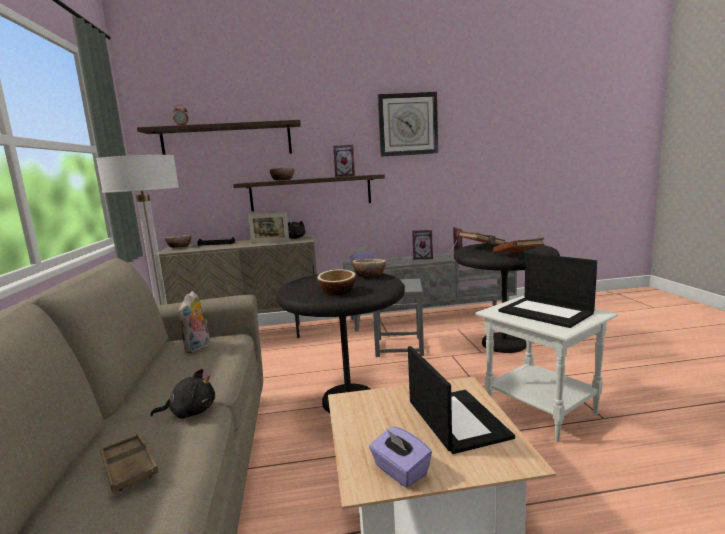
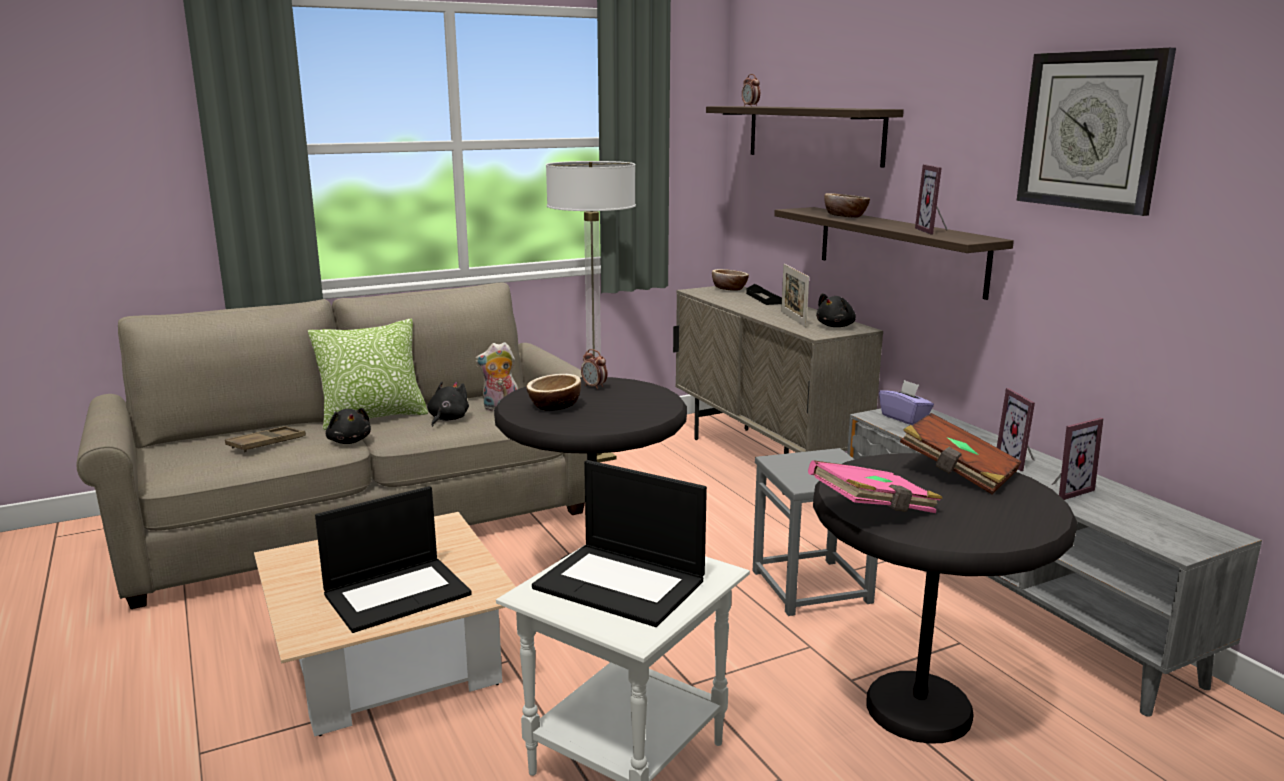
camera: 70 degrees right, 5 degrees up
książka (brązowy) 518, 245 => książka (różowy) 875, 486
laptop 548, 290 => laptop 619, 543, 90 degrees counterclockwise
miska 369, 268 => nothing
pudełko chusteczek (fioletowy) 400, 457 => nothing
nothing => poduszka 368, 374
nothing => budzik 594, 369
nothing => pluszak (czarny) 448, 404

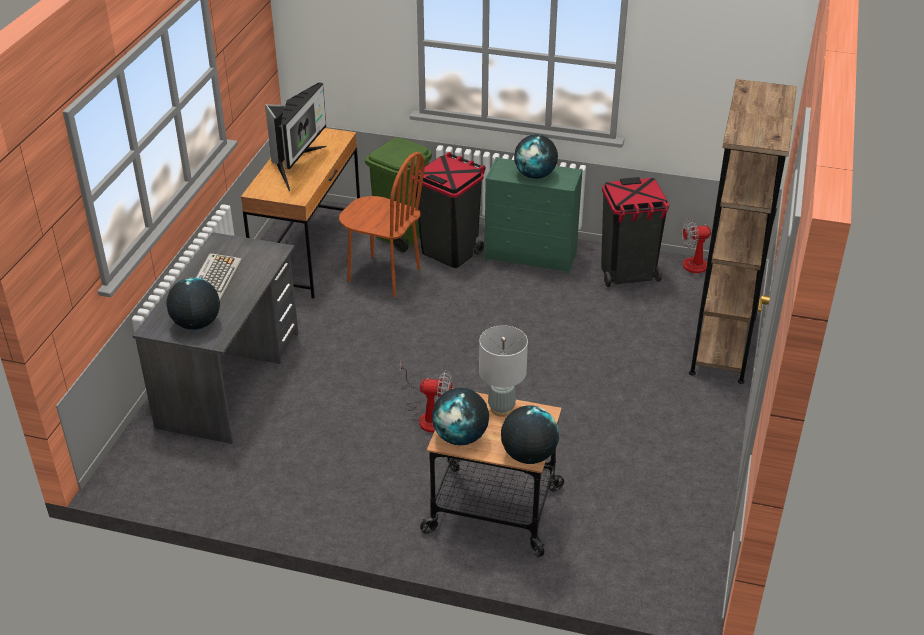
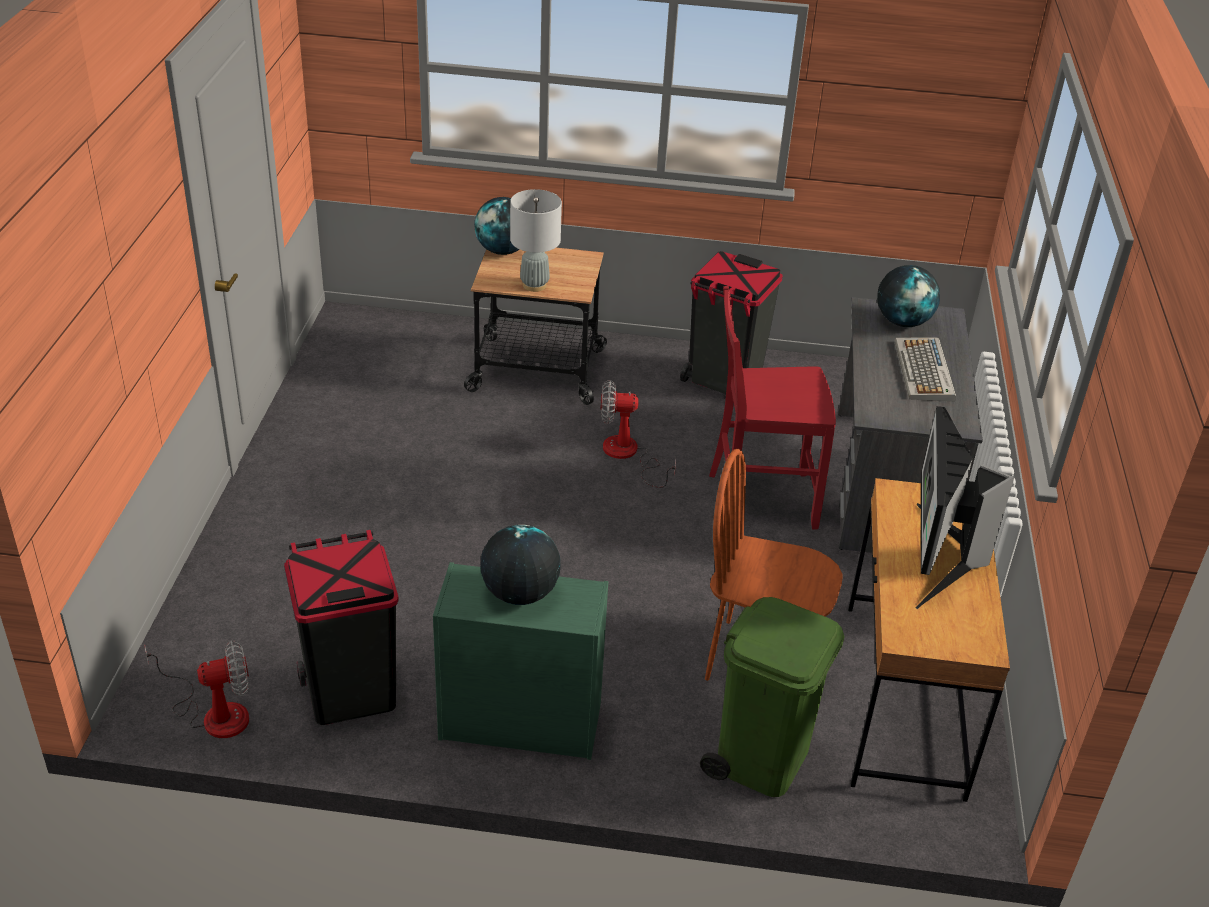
camera: 170 degrees right, 0 degrees up
regał (brązowy) 743, 231 => nothing
kosz na śmieci (czarny) 449, 210 => kosz na śmieci (czarny) 731, 322, shifted
globus 460, 416 => nothing
nothing => krzesło (czerwony) 772, 408

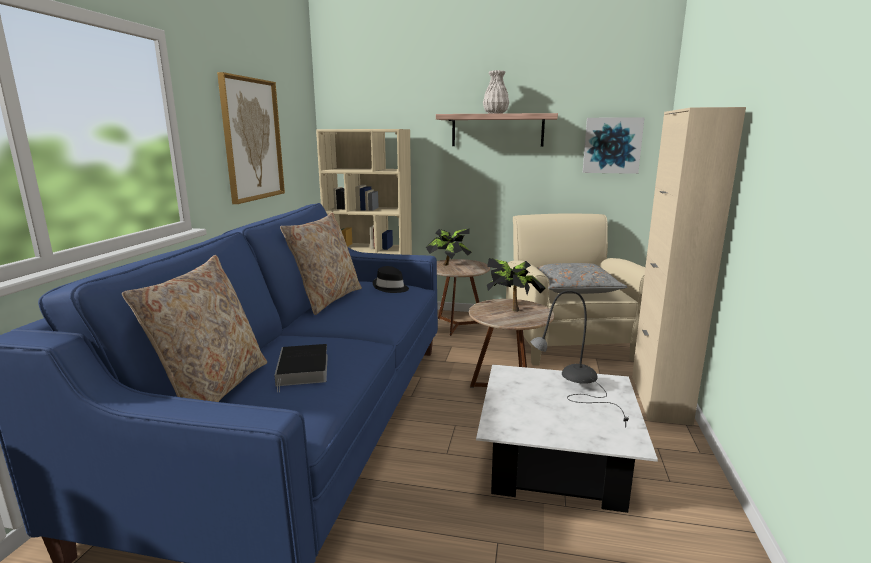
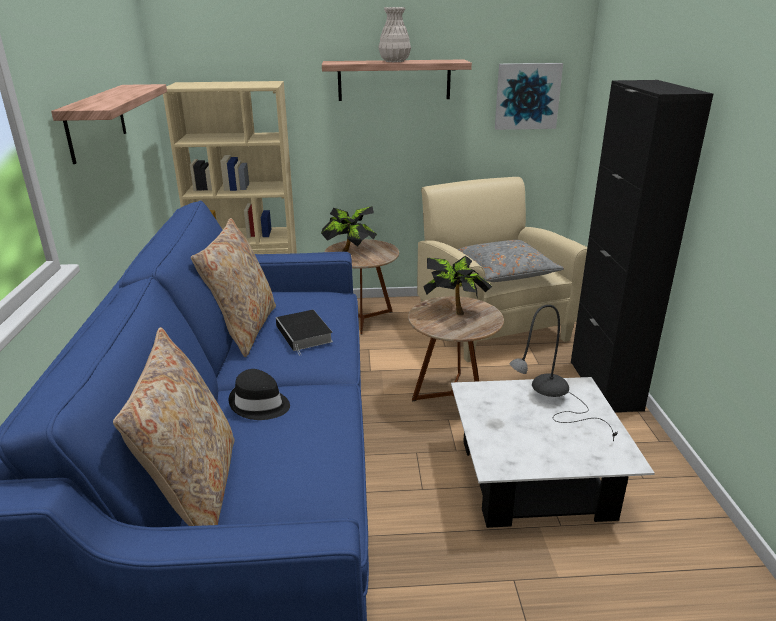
camera: 15 degrees left, 10 degrees up
obraz 251, 138 => półka 109, 124
szafka (beżowy) 689, 266 => szafka (czarny) 642, 246
kapelusz (czarny) 391, 279 => kapelusz (czarny) 259, 394, shifted
książka 301, 368 => książka 304, 332, shifted

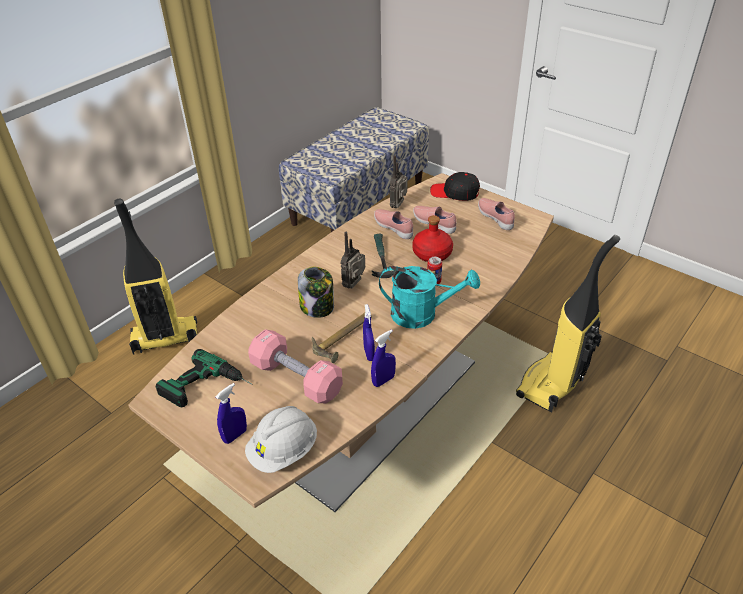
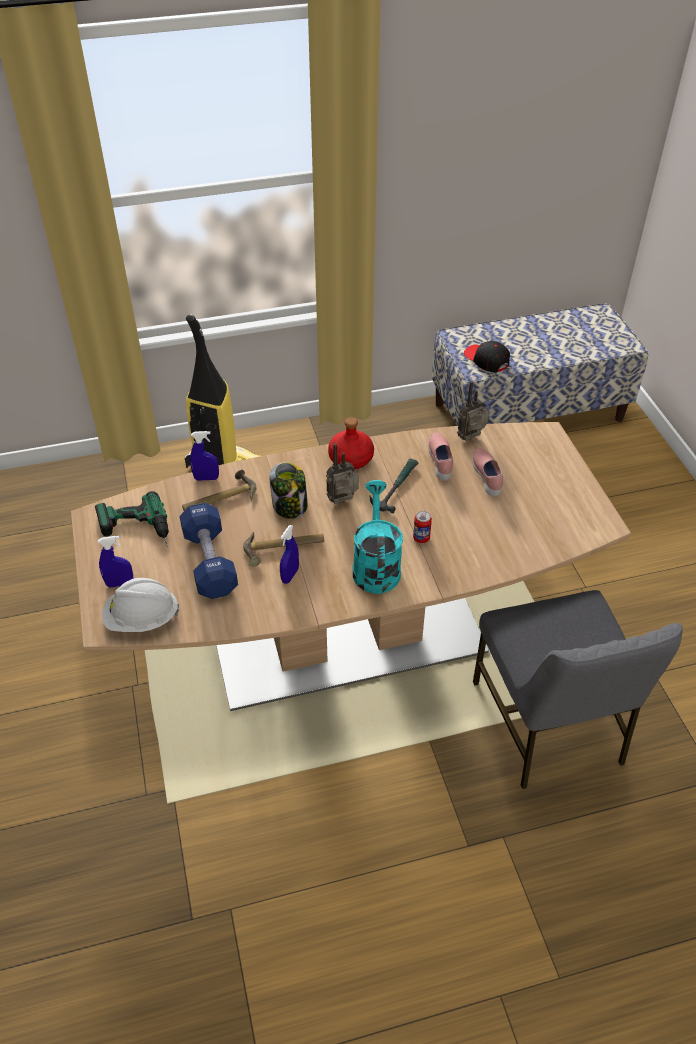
camera: 35 degrees right, 5 degrees up
czapka z daszkiem (czarny) 455, 186 => czapka z daszkiem (czarny) 487, 356, shifted
but (różowy) 496, 214 => nothing
butelka (czerwony) 432, 238 => butelka (czerwony) 351, 443, shifted
odkurzacz 568, 323 => krzesło (szary) 578, 689
konewka (turkusowy) 429, 297 => konewka (turkusowy) 378, 537, 135 degrees counterclockwise
hantel (różowy) 295, 366 => hantel (niebieski) 209, 551
spryskiwacz (niebieski) 383, 358 => spryskiwacz (niebieski) 204, 456, shifted
nothing => młotek 219, 490

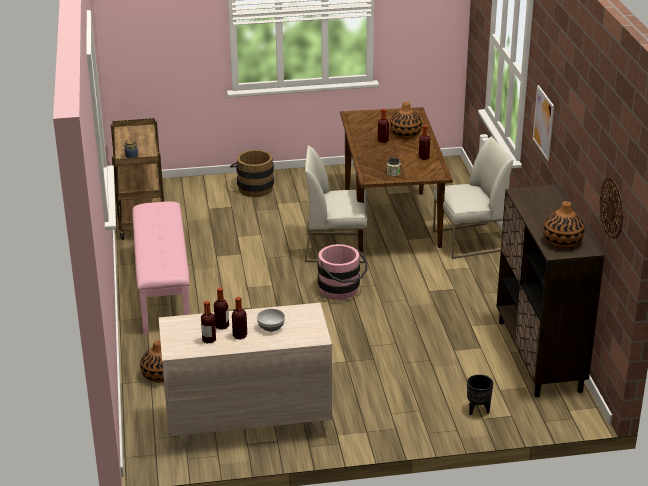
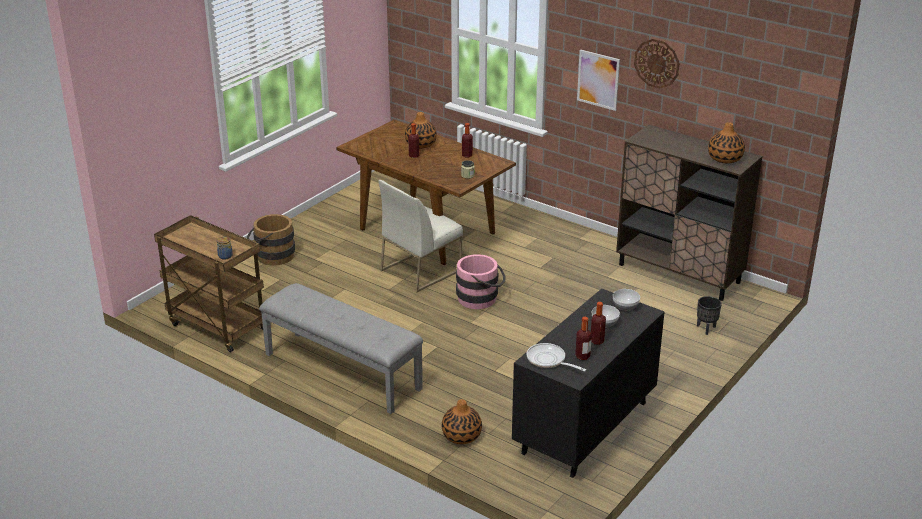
camera: 45 degrees left, 0 degrees up
krzesło (biały) 473, 197 => nothing
zegar ścienny 611, 208 => zegar ścienny 656, 63, shifted
ławka (różowy) 161, 267 => ławka (szary) 341, 348
butelka 221, 308 => nothing
komoda (beżowy) 245, 376 => komoda (czarny) 588, 383
nothing => miska 626, 300
nothing => patelnia 556, 357

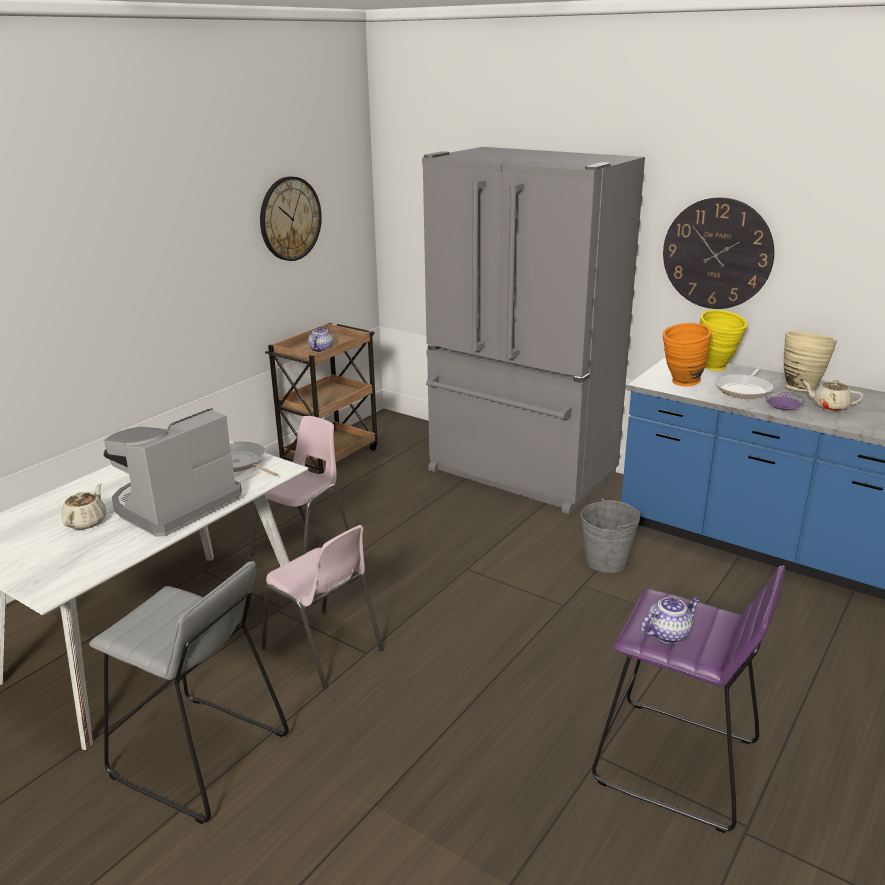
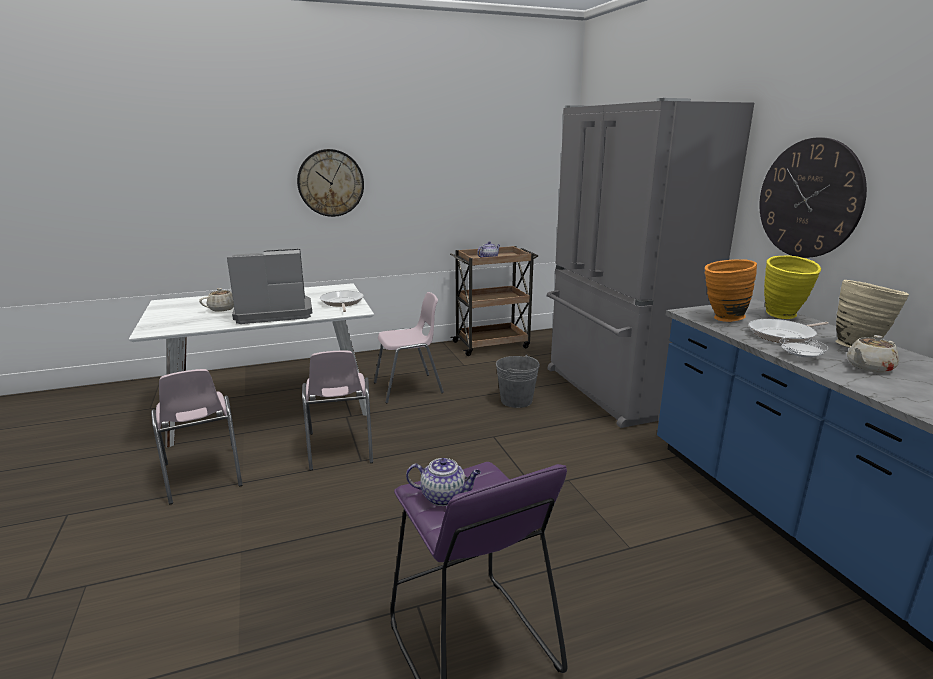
camera: 35 degrees right, 5 degrees down
zegar ścienny 291, 218 => zegar ścienny 330, 183, shifted
imbryk (beżowy) 833, 395 => imbryk (beżowy) 873, 354, 90 degrees counterclockwise
talerz (fioletowy) 785, 401 => talerz (biały) 804, 347
wiadro (szary) 610, 535 => wiadro (szary) 518, 381, shifted
stołek (szary) 189, 692 => krzesło (różowy) 196, 436

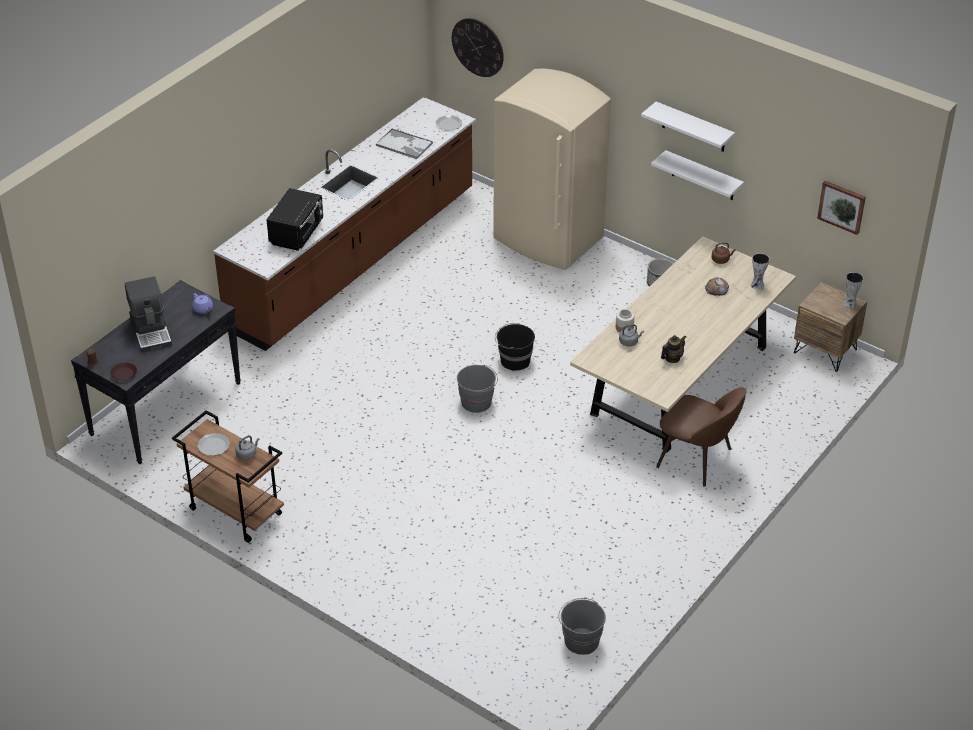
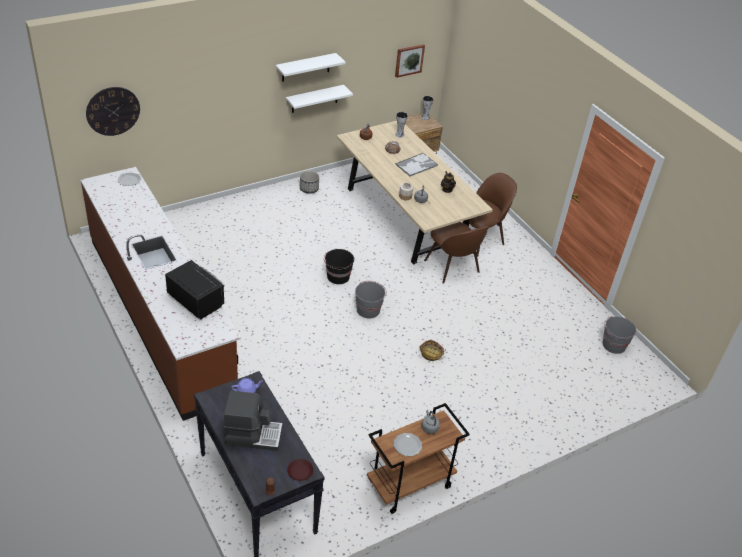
camera: 70 degrees left, 0 degrees up
lodówka (beżowy) 552, 169 => nothing
taca 404, 144 => taca 416, 164, shifted
nothing => krzesło (brązowy) 456, 253
nothing => koszyk 432, 350

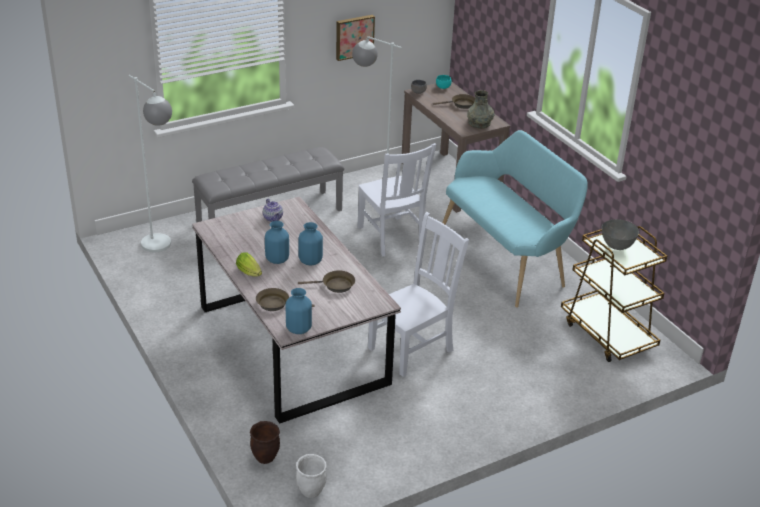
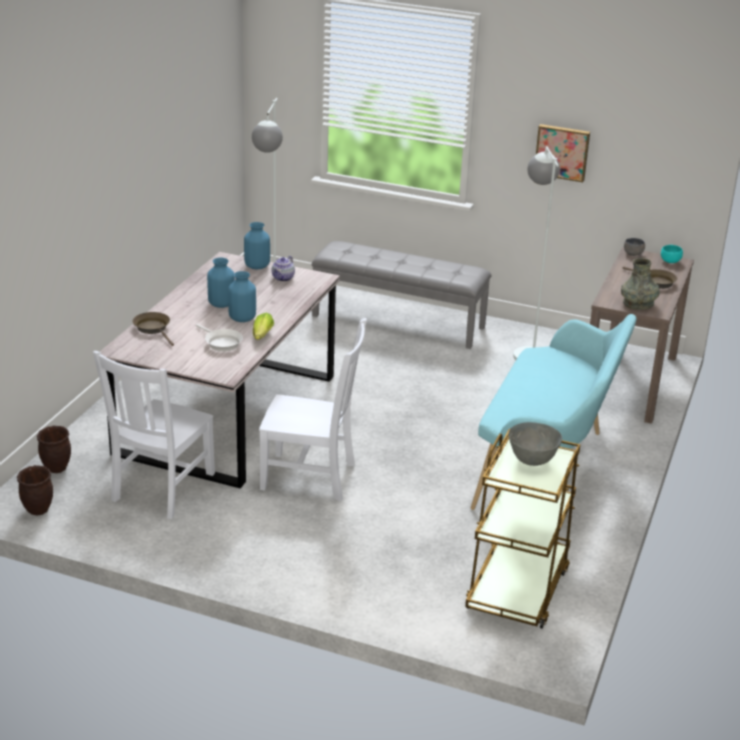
camera: 50 degrees right, 5 degrees down
krzesło (biały) 397, 200 => krzesło (biały) 154, 435, shifted
sałata 249, 264 => sałata 263, 326, shifted
patelnia (brązowy) 326, 281 => patelnia (biały) 219, 338
wazon (niebieski) 299, 311 => wazon (niebieski) 257, 245, shifted
donica (biały) 311, 476 => donica (brązowy) 35, 490

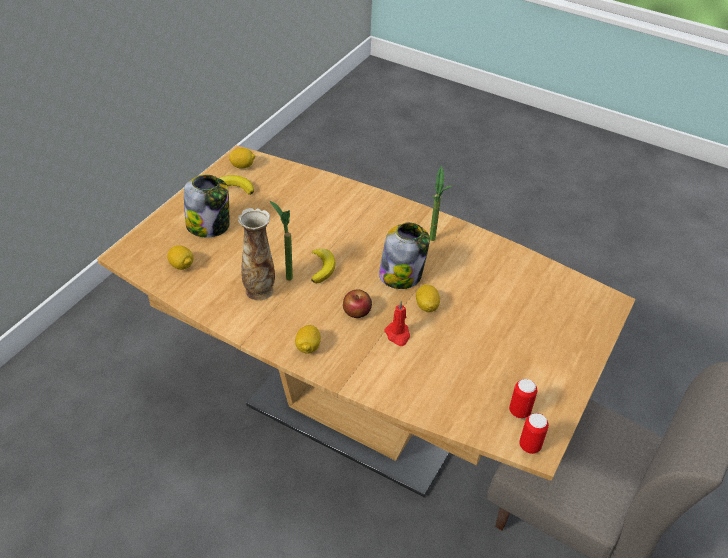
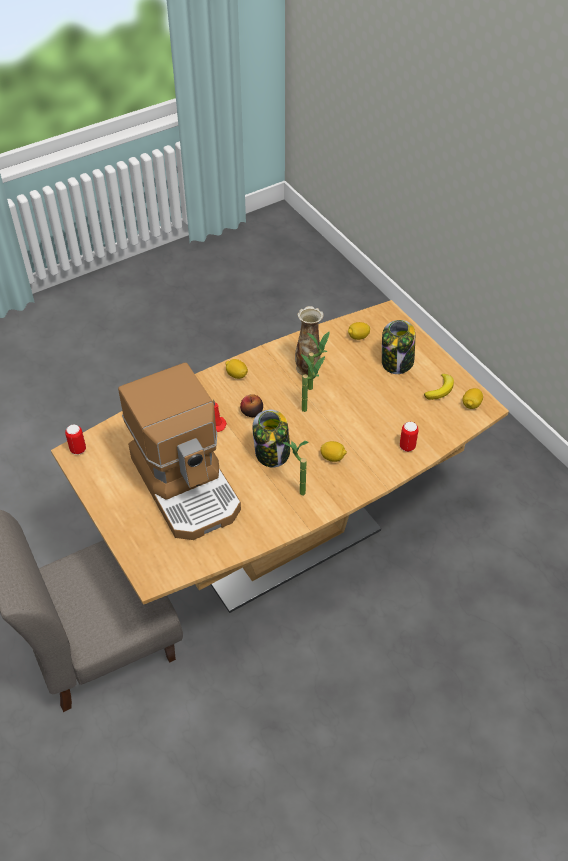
camera: 120 degrees right, 5 degrees up
banan 323, 266 => roślina doniczkowa 313, 383
cytryna 428, 298 => cytryna 334, 451, shifted
puszka 523, 399 => puszka 409, 437, shifted
nothing => ekspres do kawy 179, 451

